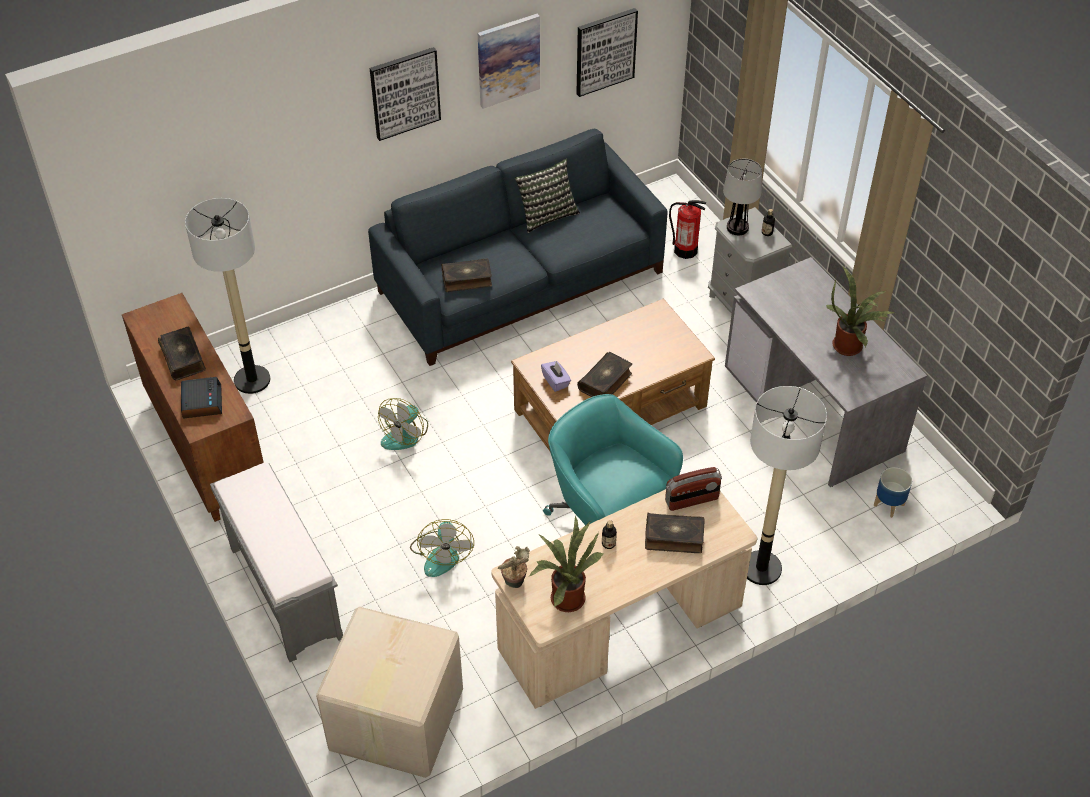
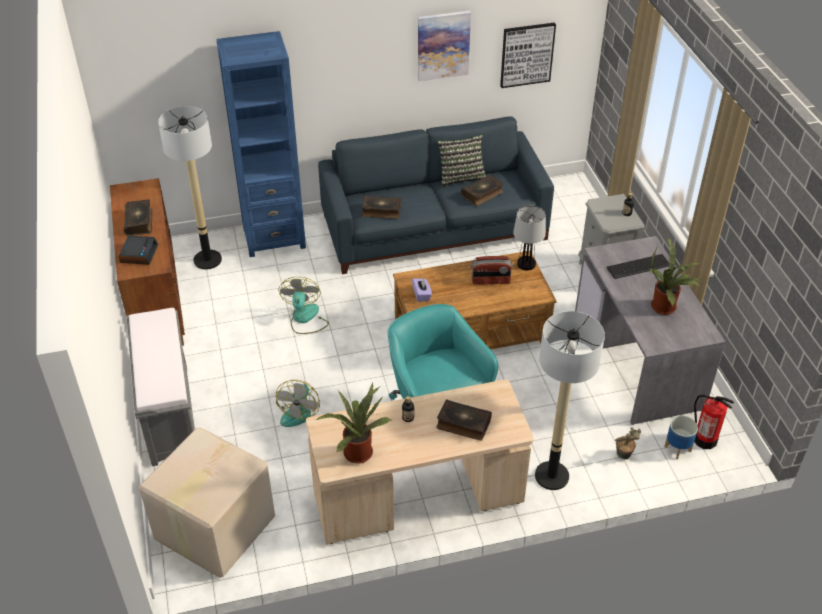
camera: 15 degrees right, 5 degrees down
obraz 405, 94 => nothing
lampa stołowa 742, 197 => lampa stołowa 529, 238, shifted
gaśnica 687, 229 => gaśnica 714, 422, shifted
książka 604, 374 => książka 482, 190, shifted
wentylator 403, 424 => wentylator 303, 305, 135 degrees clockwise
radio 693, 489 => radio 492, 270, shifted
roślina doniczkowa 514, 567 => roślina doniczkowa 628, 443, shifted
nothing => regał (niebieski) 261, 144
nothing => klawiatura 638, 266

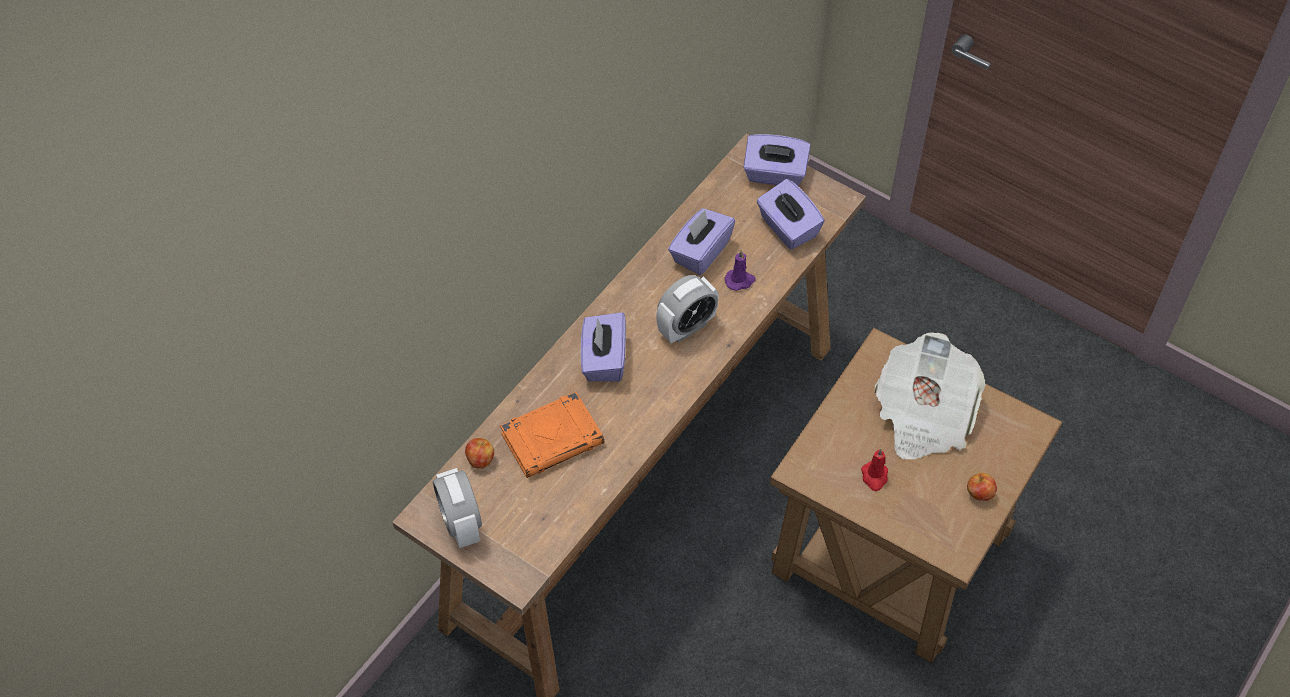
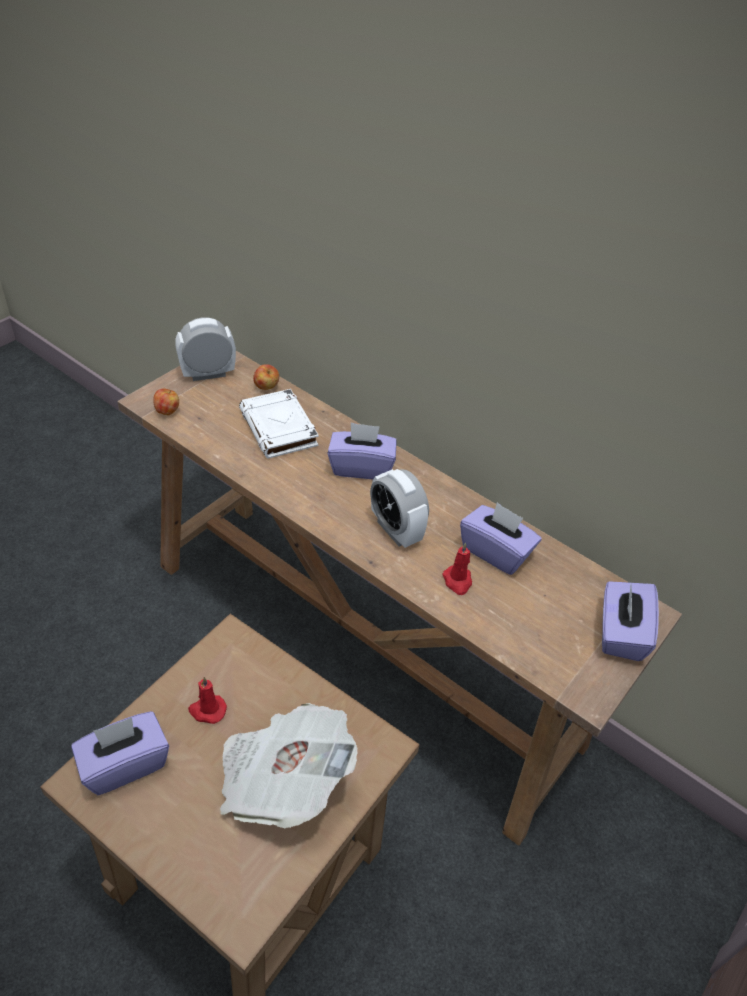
camera: 90 degrees right, 10 degrees down
pudełko chusteczek (fioletowy) 791, 214 => pudełko chusteczek (fioletowy) 120, 753, shifted
świeca (fioletowy) 740, 270 => świeca (czerwony) 457, 569
książka (pomarańczowy) 552, 435 => książka (biały) 279, 423
jabłko 982, 487 => jabłko 166, 401, shifted

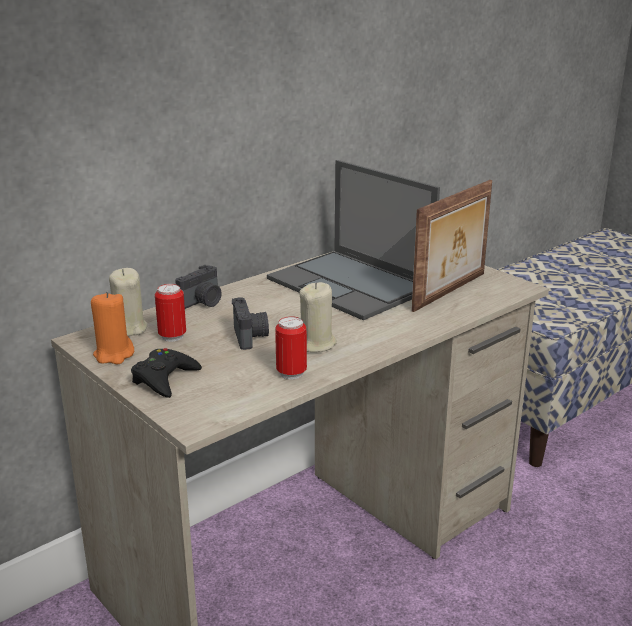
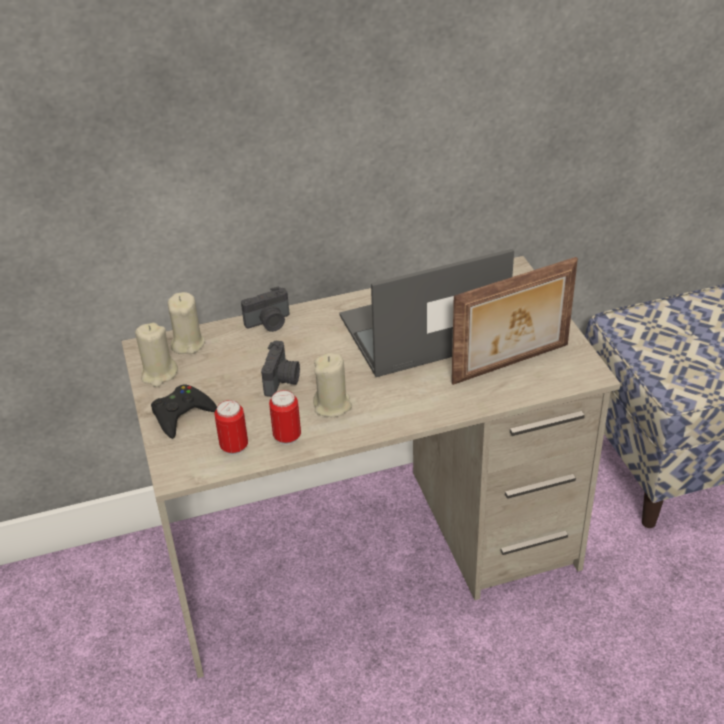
camera: 25 degrees right, 15 degrees up
laptop 353, 240 => laptop 426, 313, 90 degrees clockwise
puszka 170, 313 => puszka 231, 427, shifted
świeca (pomarańczowy) 112, 328 => świeca (beżowy) 156, 355

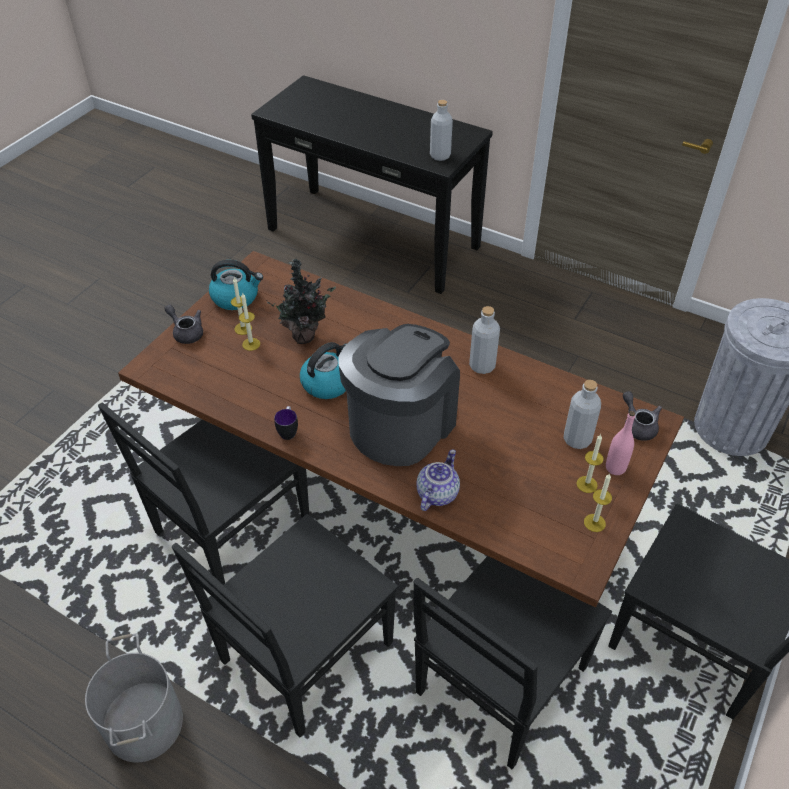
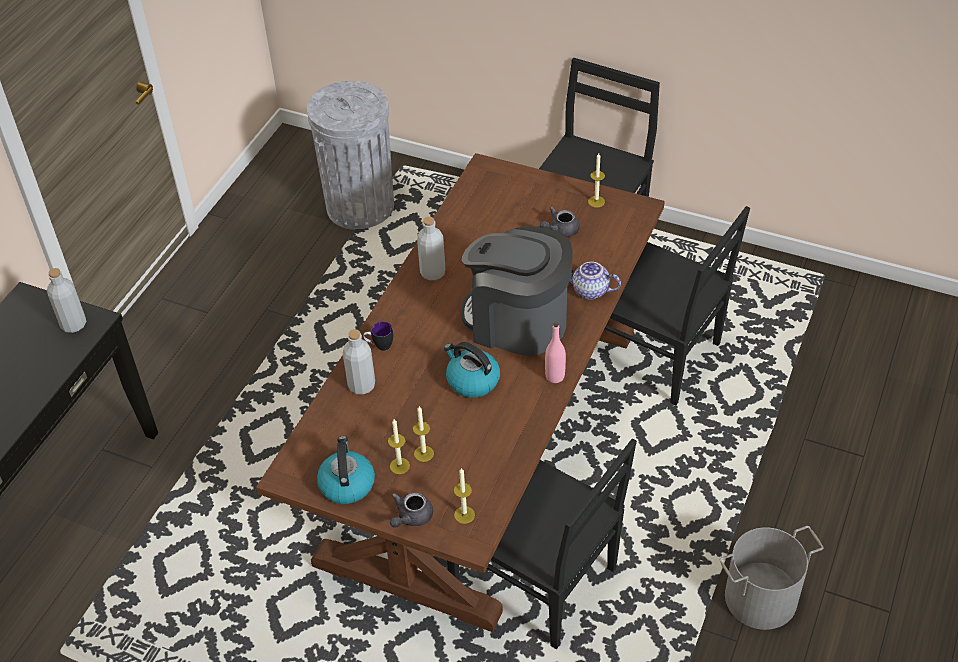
camera: 95 degrees left, 0 degrees up
roślina doniczkowa 301, 301 => nothing
butelka (szary) 582, 414 => butelka (szary) 359, 362, shifted
imbryk (szary) 642, 416 => imbryk (szary) 560, 222, shifted
kubek 286, 423 => kubek 378, 336, shifted
butelka (różowy) 620, 443 => butelka (różowy) 555, 352, shifted
świeca 590, 463 => świeca 464, 496, shifted
krzesło (czarny) 285, 625 => nothing

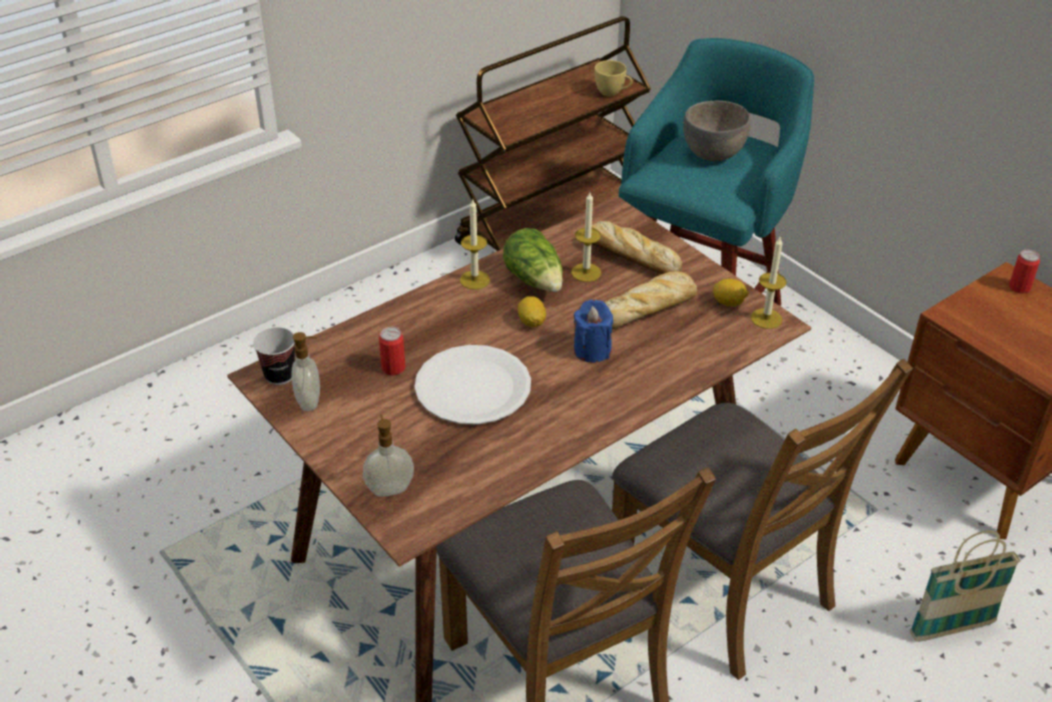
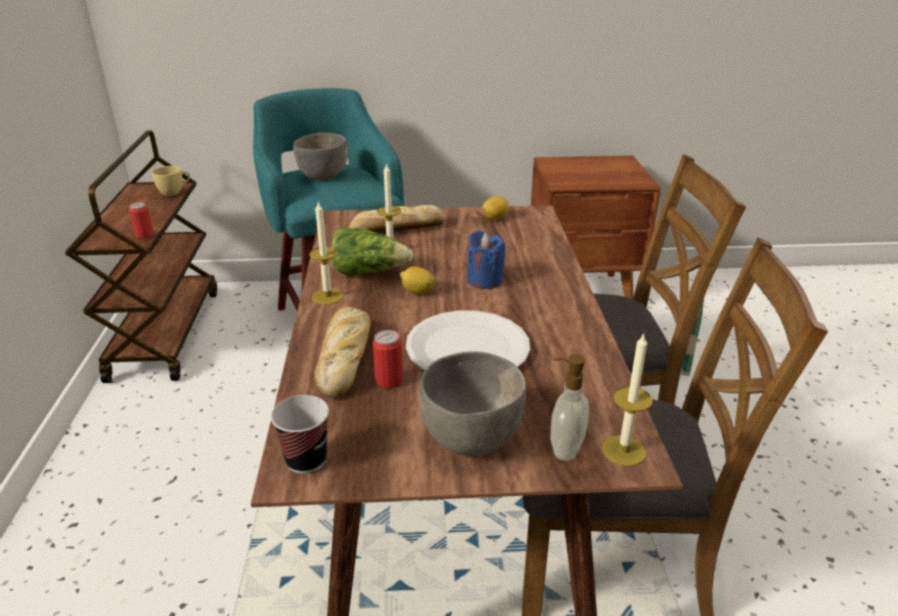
camera: 55 degrees left, 10 degrees down
świeca 769, 283 => świeca 627, 399, shifted
puszka 1024, 272 => puszka 141, 220, shifted
chleb 651, 300 => chleb 342, 352, shifted
dozownik mydła 305, 371 => nothing
nothing => miska (szary) 472, 403

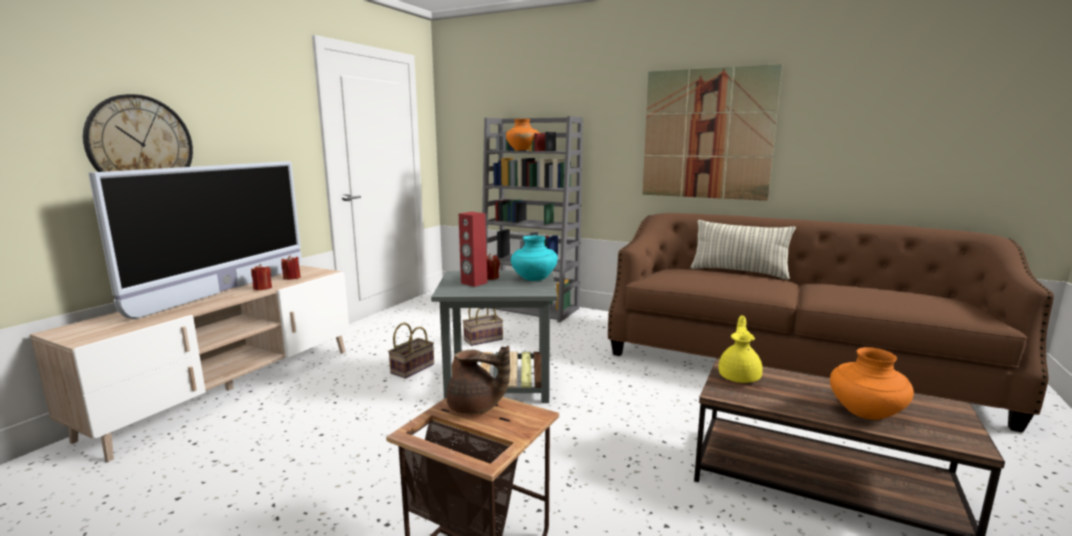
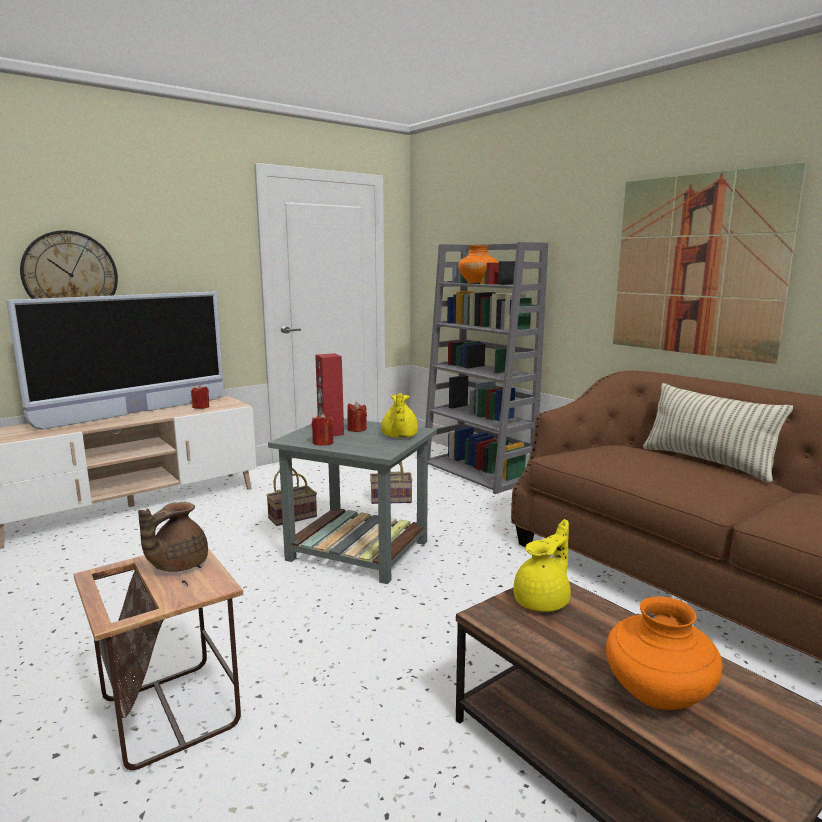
camera: 25 degrees right, 0 degrees up
wazon (turkusowy) 534, 258 => imbryk (żółty) 399, 415
świeca (czerwony) 261, 277 => świeca (czerwony) 322, 429, shifted
imbryk (brązowy) 478, 380 => imbryk (brązowy) 173, 537, 75 degrees clockwise

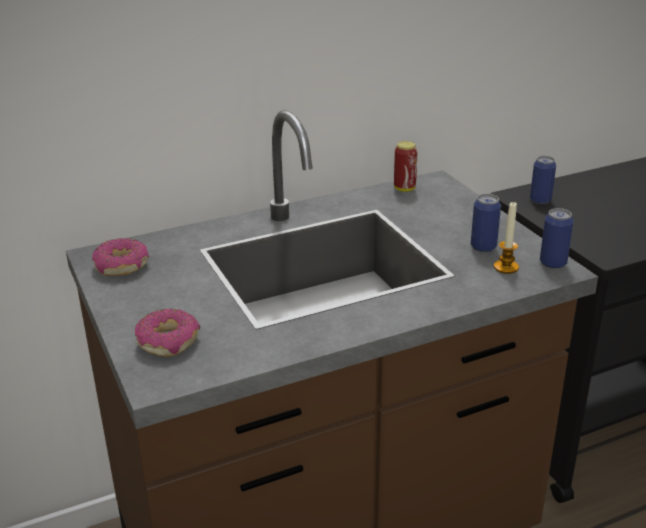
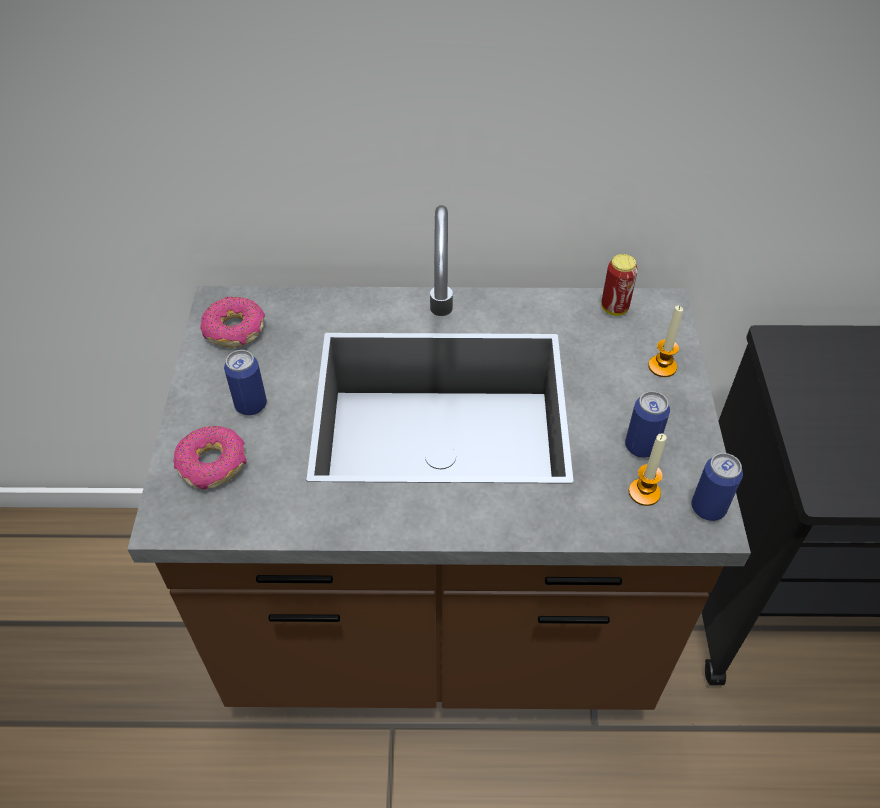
camera: 25 degrees right, 20 degrees up
puszka 543, 180 => puszka 245, 383, shifted
nothing => świeca 665, 341

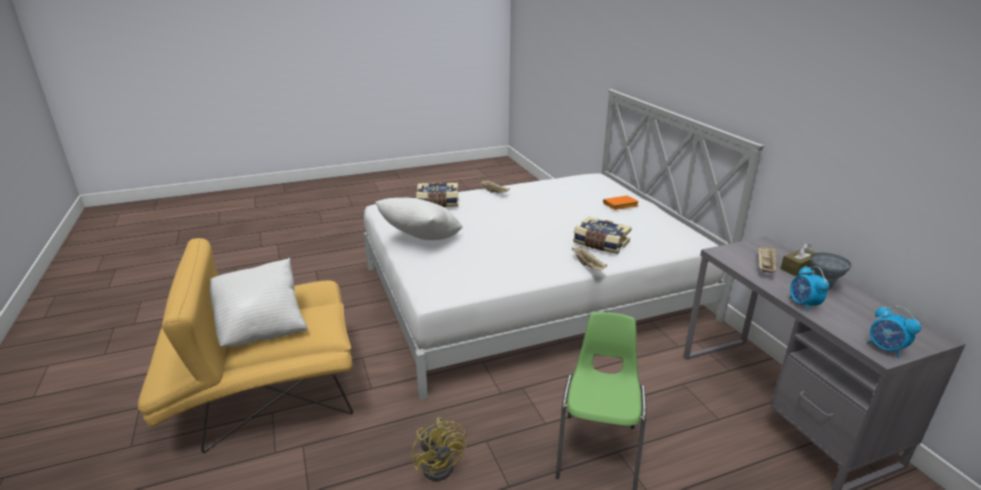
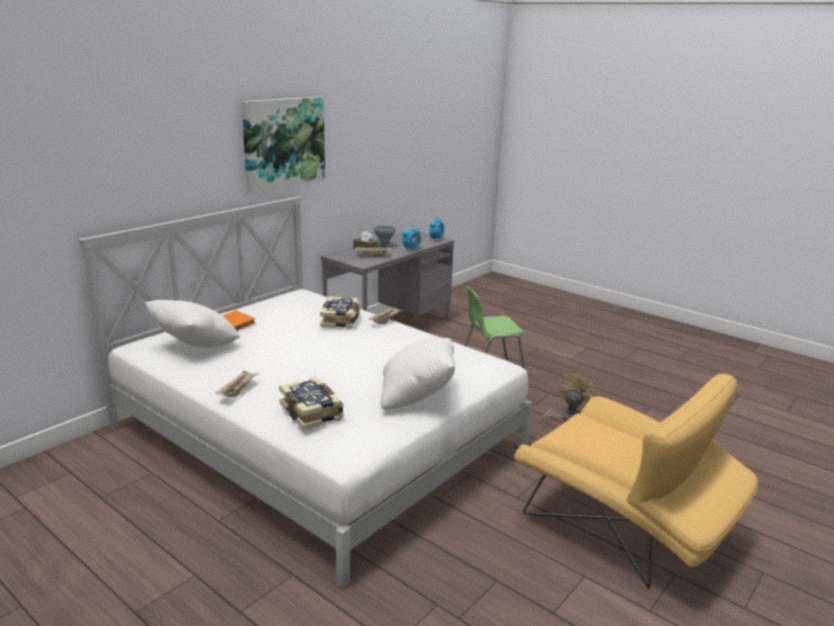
camera: 120 degrees left, 5 degrees down
poduszka (biały) 259, 302 => poduszka (biały) 192, 324, shifted
nothing => obraz 283, 145

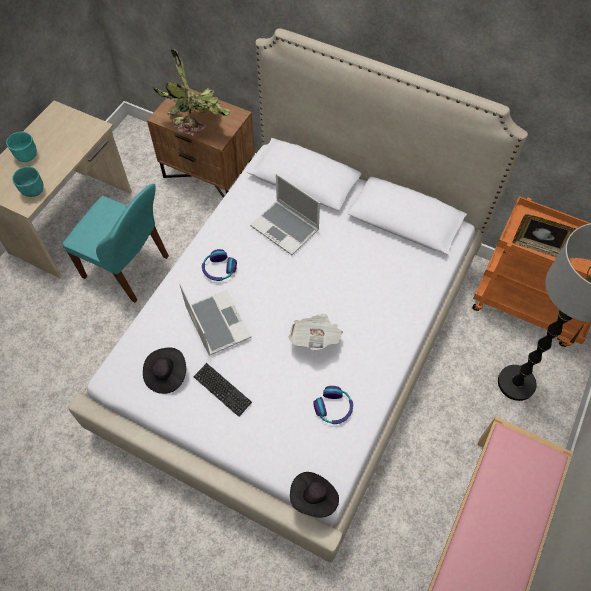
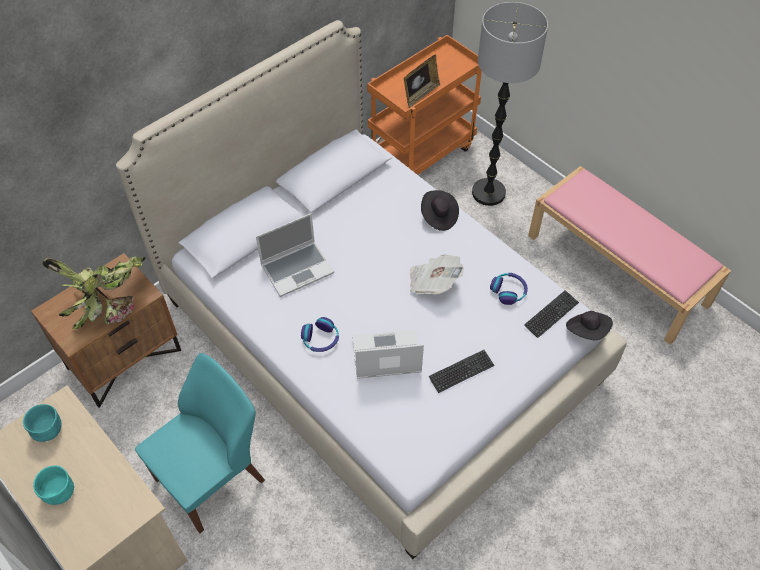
camera: 70 degrees left, 5 degrees down
miska (turkusowy) 28, 181 => miska (turkusowy) 42, 423, shifted
kapelusz (czarny) 164, 370 => kapelusz (czarny) 440, 210, shifted
nothing => klawiatura 551, 314

